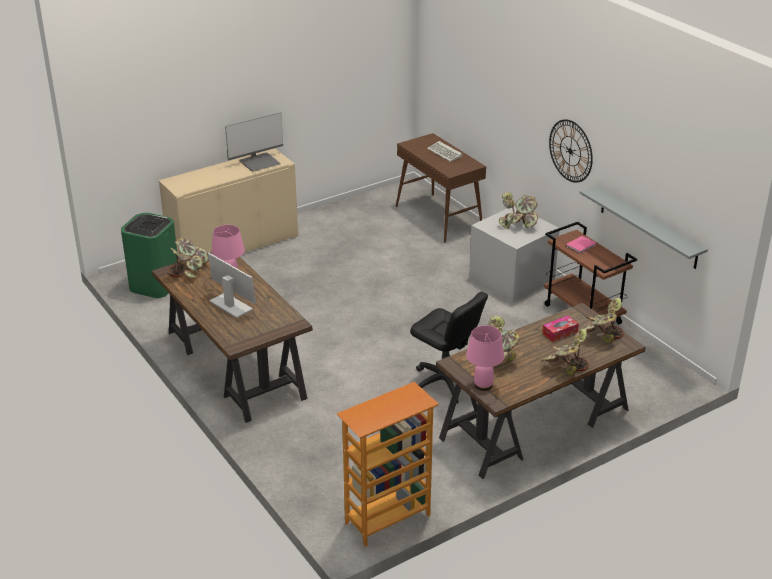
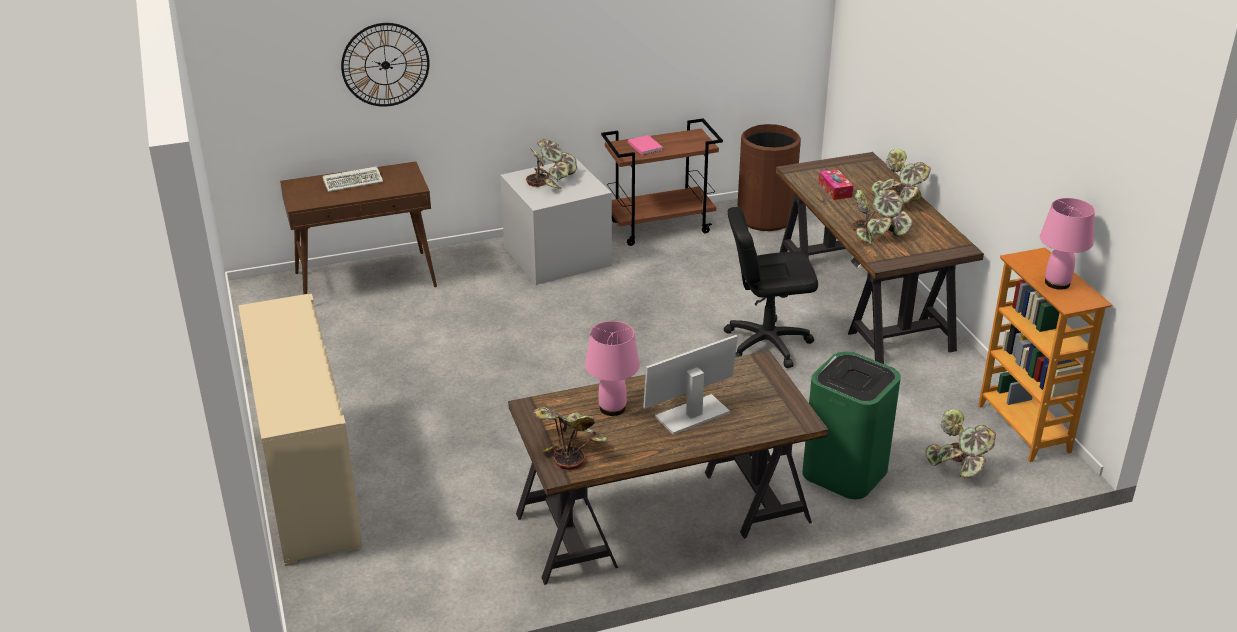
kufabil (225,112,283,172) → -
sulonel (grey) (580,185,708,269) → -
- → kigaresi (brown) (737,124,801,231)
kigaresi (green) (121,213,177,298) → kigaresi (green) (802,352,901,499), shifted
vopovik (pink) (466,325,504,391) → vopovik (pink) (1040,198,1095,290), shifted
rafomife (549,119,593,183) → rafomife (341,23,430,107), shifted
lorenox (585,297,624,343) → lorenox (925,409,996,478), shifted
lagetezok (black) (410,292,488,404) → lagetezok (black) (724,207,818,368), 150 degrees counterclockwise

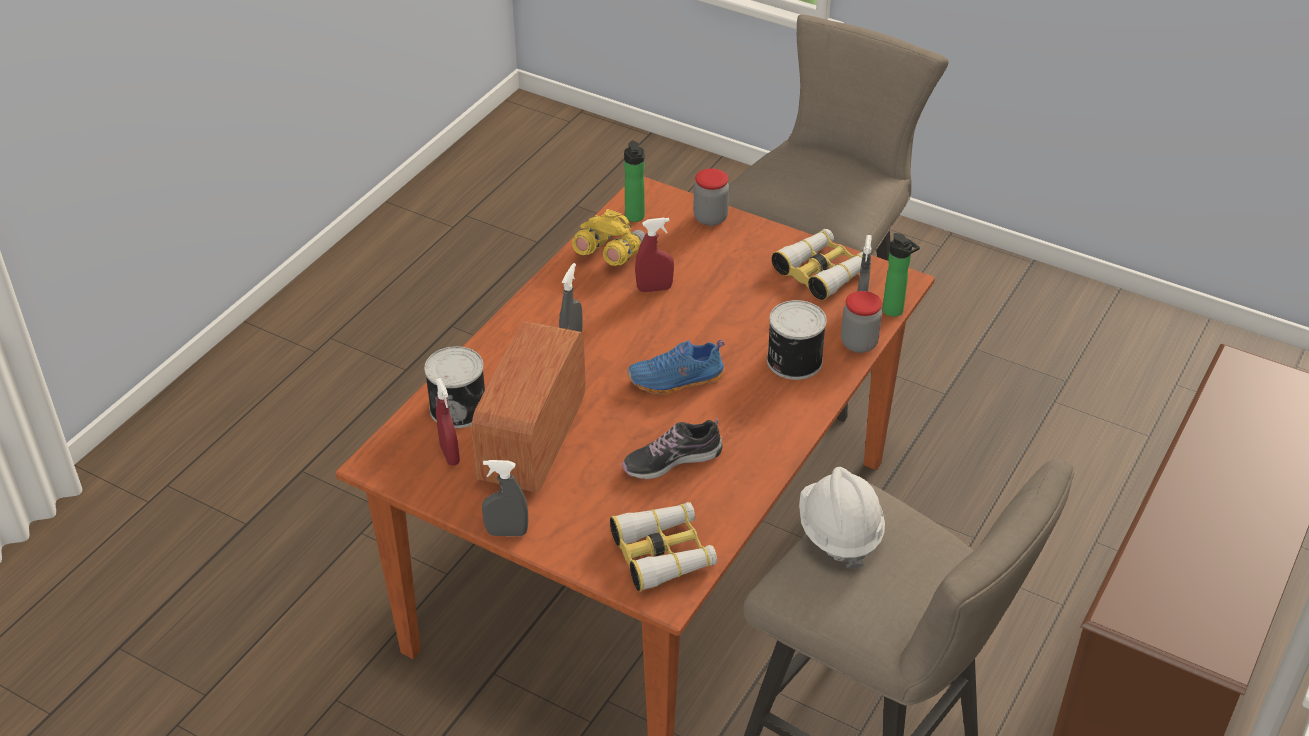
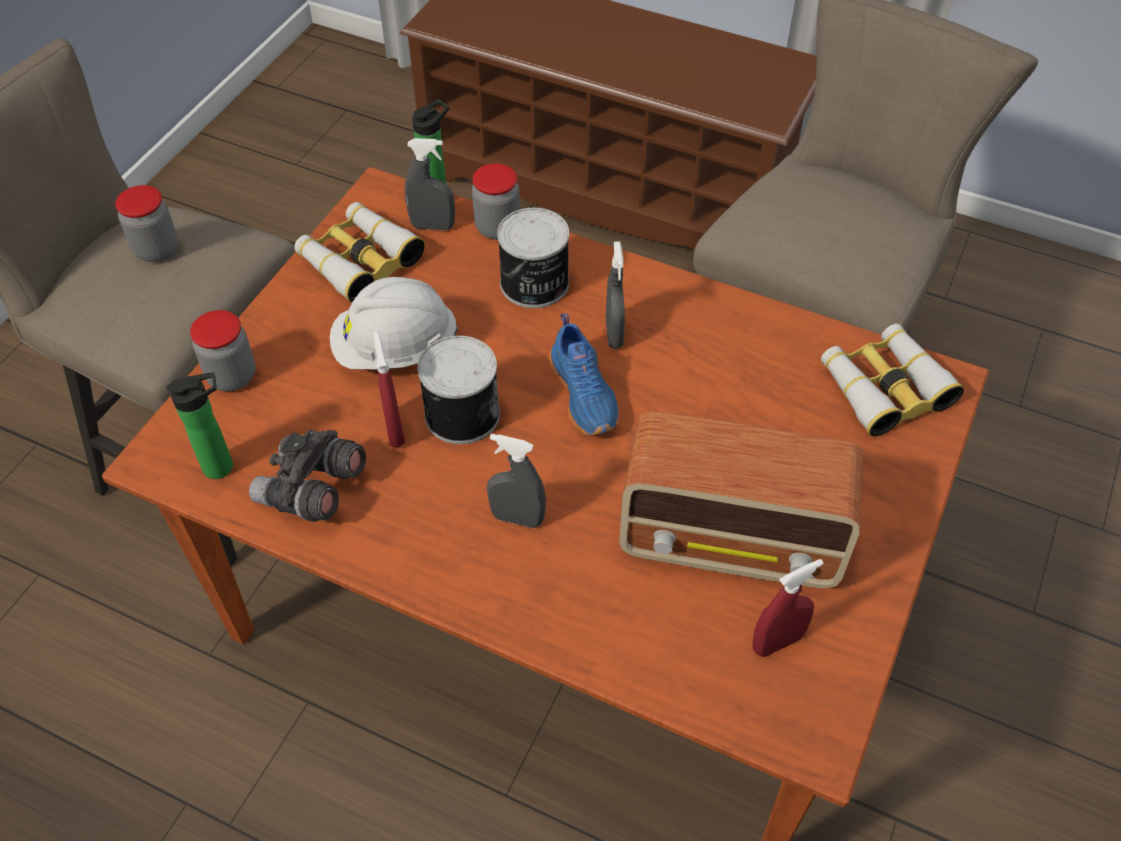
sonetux (622,418,723,479) → -
- → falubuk (115,185,178,262)
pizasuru (424,346,485,428) → pizasuru (417,336,500,444), shifted
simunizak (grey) (482,460,528,536) → simunizak (grey) (606,241,625,349), shifted
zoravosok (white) (799,467,885,569) → zoravosok (white) (330,277,458,370), shifted
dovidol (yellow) (572,209,645,266) → dovidol (grey) (249,429,366,522)

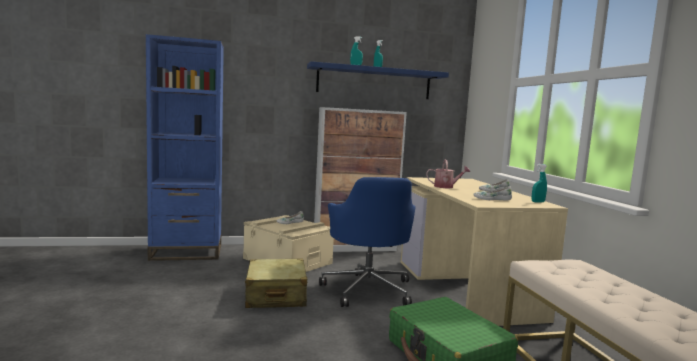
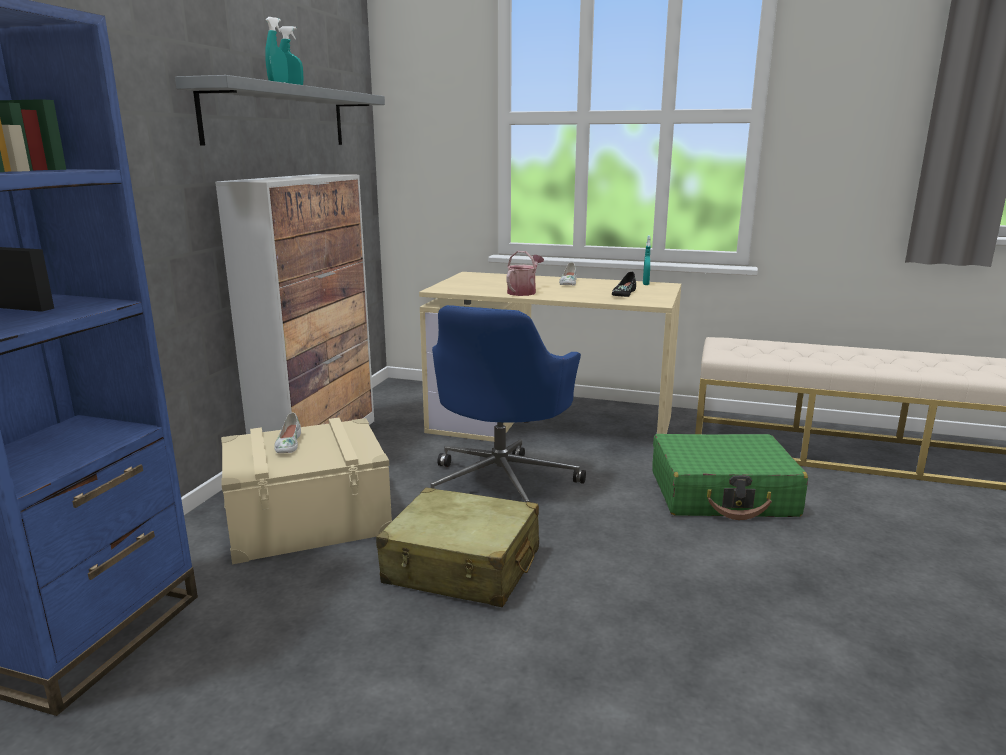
sulonel (blue) (307,61,449,99) → sulonel (grey) (175,75,385,145)
sonetux (white) (473,186,512,200) → sonetux (black) (612,272,636,297)
lagetezok (blue) (319,177,416,307) → lagetezok (blue) (431,305,586,502), 90 degrees clockwise

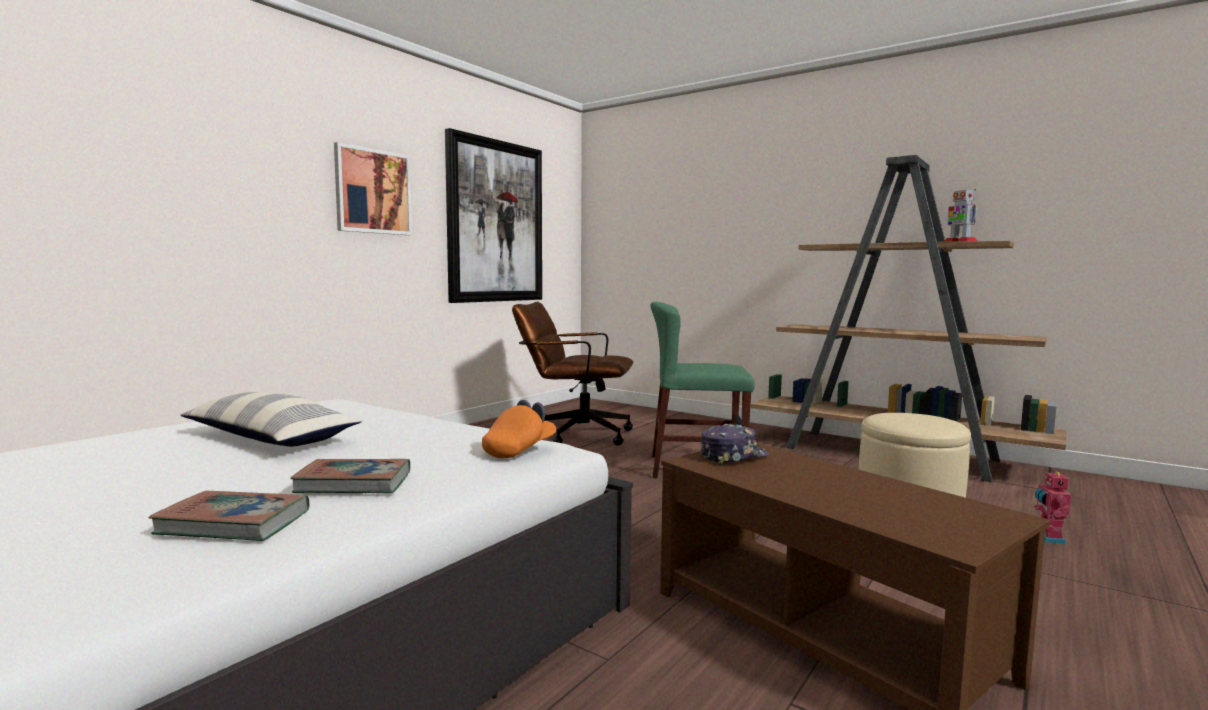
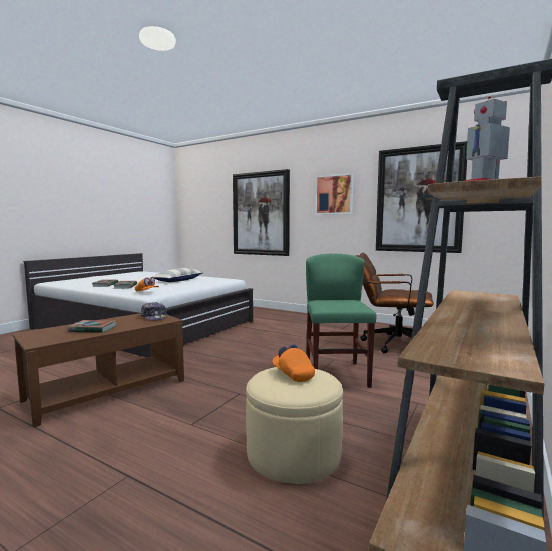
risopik (1034,470,1071,544) → -
- → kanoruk (67,320,117,333)
- → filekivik (233,169,290,256)
- → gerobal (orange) (273,344,315,382)
lagetezok (brown) (512,302,633,445) → lagetezok (brown) (356,253,434,353), 75 degrees counterclockwise

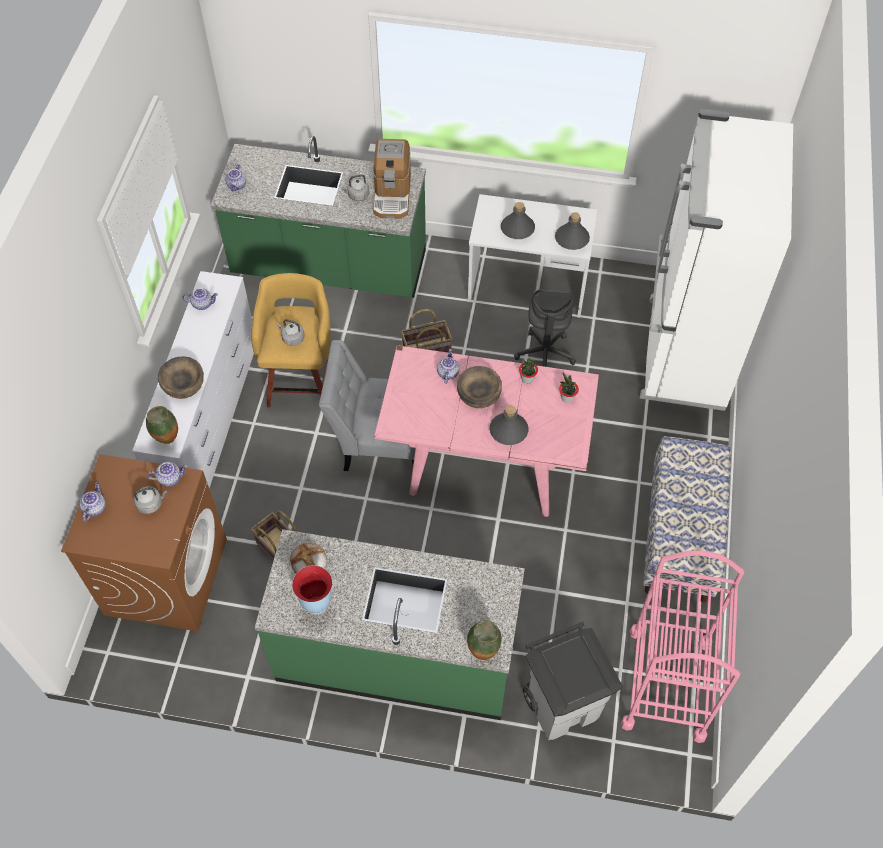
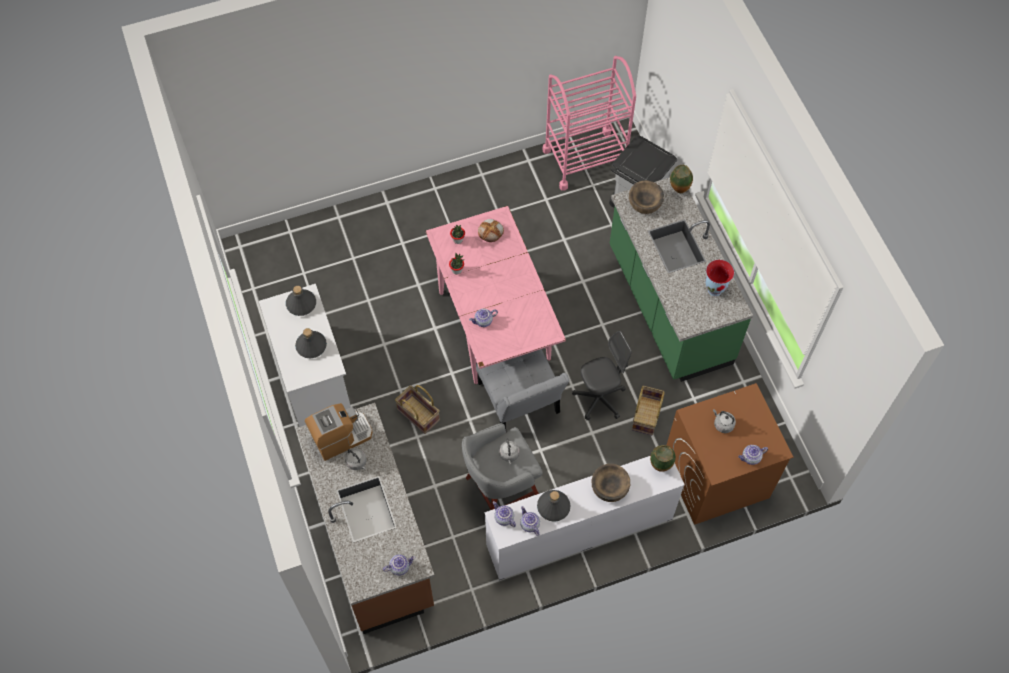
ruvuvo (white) (640,109,793,411) → -
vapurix (643,436,731,603) → -
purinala (147,462,187,487) → purinala (493,501,516,527), shifted
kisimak (290,543,327,573) → kisimak (478,219,504,242), shifted
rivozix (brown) (457,366,502,408) → rivozix (brown) (629,180,664,214), shifted
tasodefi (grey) (490,405,528,445) → tasodefi (grey) (537,490,571,522), shifted
lagetezok (grey) (514,290,576,367) → lagetezok (grey) (572,331,632,420), shifted
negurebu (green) (211,136,426,298) → negurebu (brown) (296,403,435,634)
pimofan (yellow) (251,273,331,407) → pimofan (grey) (462,423,542,510)

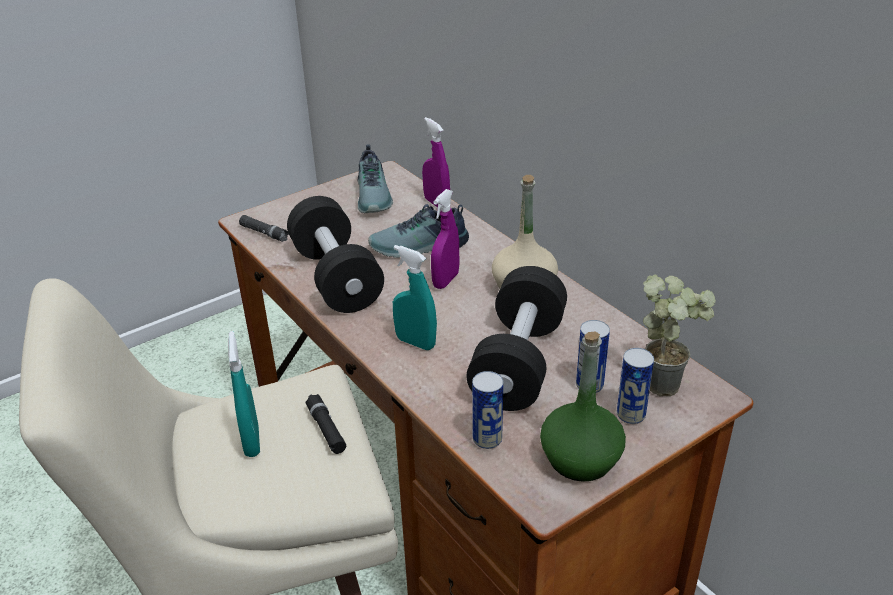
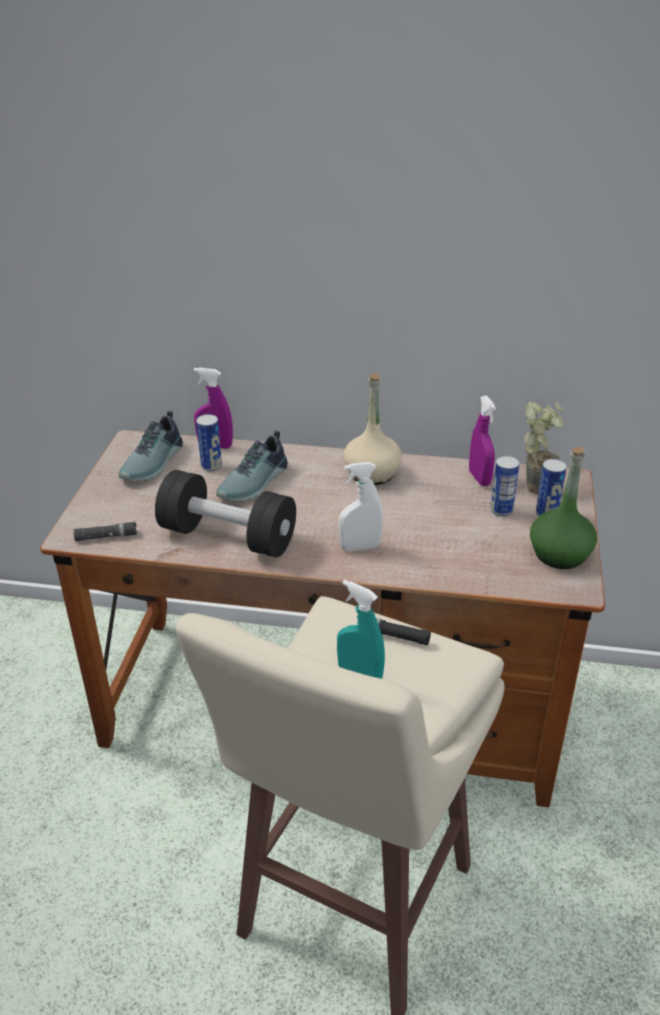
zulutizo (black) (467,266,567,411) → -
simunizak (purple) (431,189,459,289) → simunizak (purple) (469,395,496,486), shifted
pizasuru (472,371,503,449) → pizasuru (196,414,222,472), shifted
simunizak (turquoise) (393,245,437,350) → simunizak (white) (338,462,383,552)
sonetux (357,145,393,213) → sonetux (119,410,183,481), 75 degrees clockwise

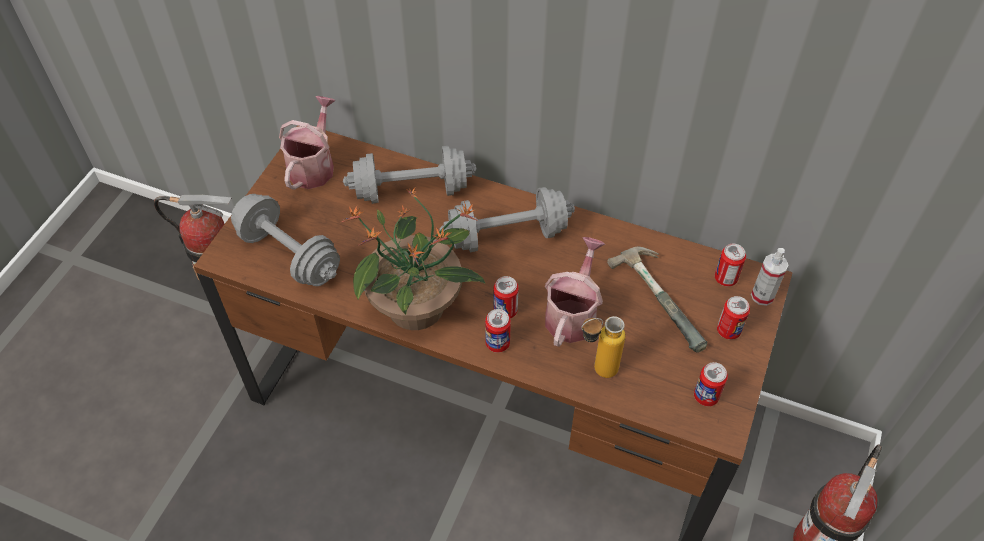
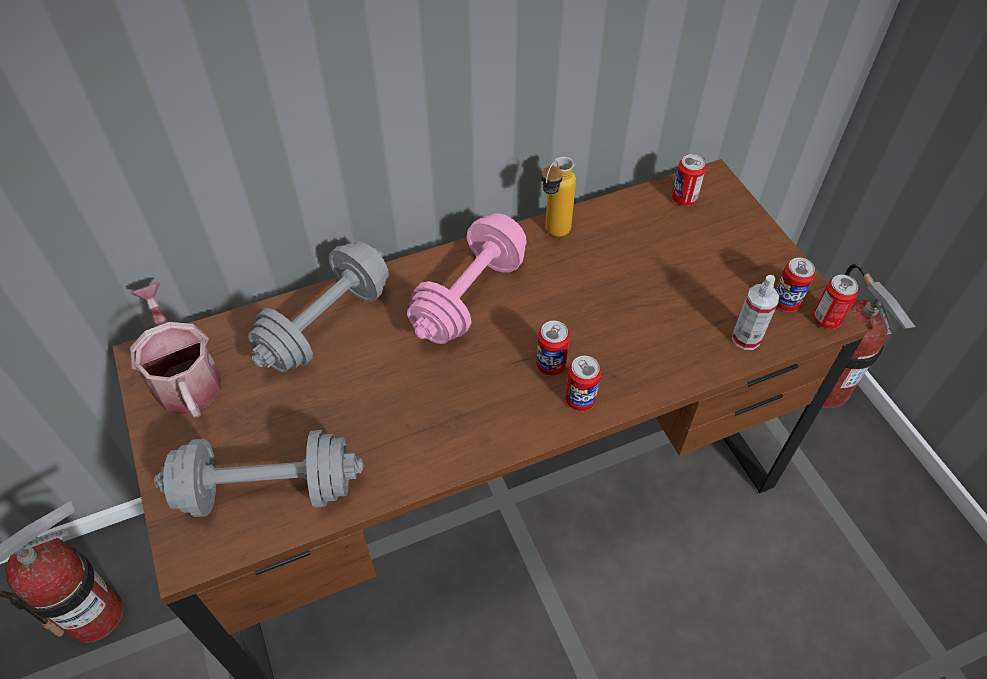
lorenox (340,188,486,330) → -
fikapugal (544,237,605,347) → -
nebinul (607,246,707,353) → -
tasodefi (581,316,625,378) → tasodefi (541,157,576,237), shifted
pizasuru (717,296,750,340) → pizasuru (813,275,859,329), shifted
simunizak (751,248,788,306) → simunizak (732,275,779,350), shifted
zulutizo (grey) (440,187,575,253) → zulutizo (pink) (407,213,527,344)

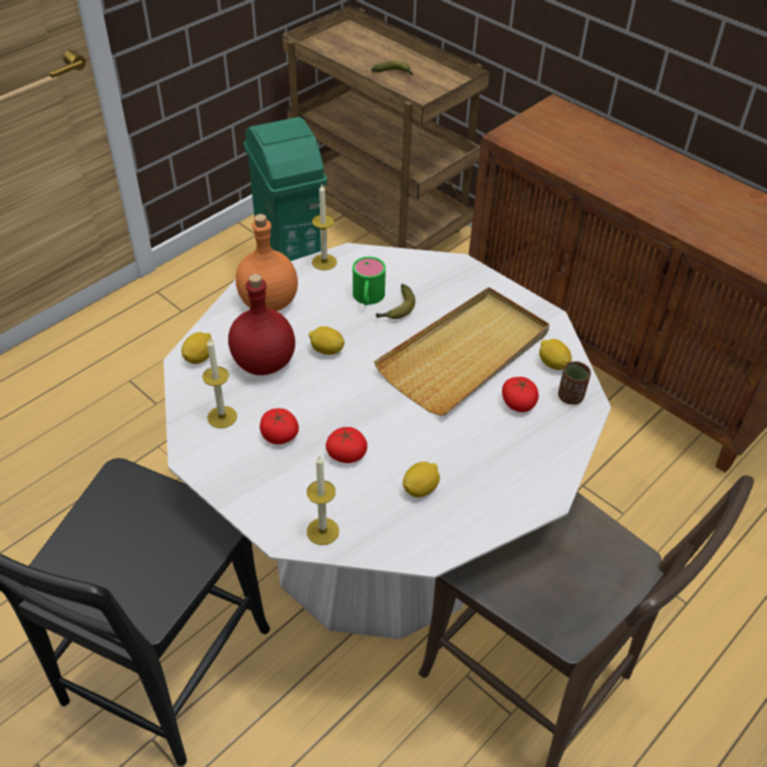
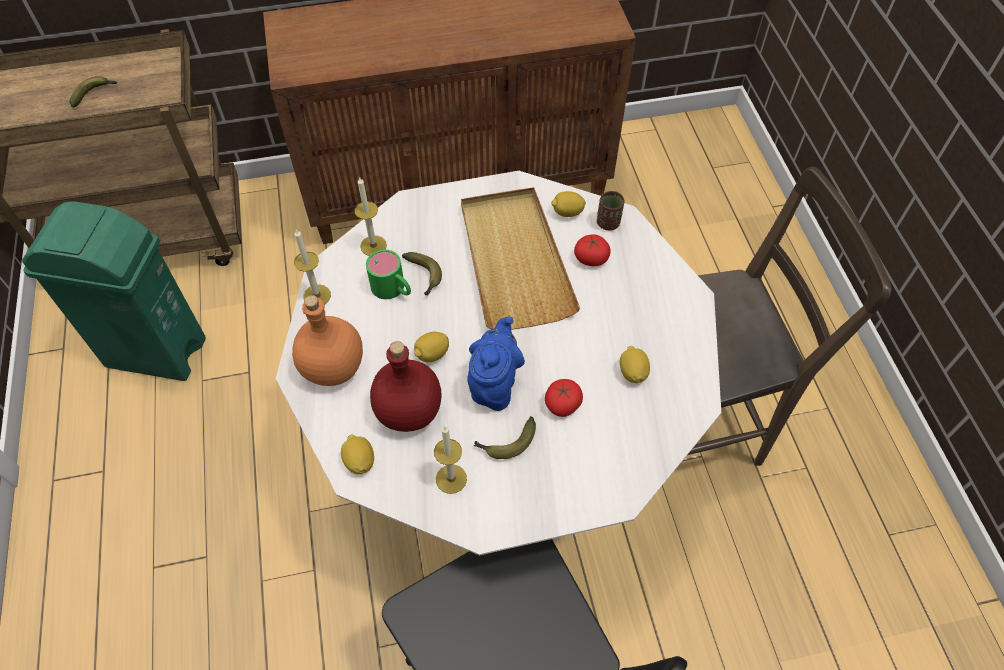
- → purinala (blue) (467,316,525,411)
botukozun (307,455,339,545) → botukozun (354,176,387,256), shifted
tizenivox (260,408,299,444) → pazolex (474,416,536,459)

